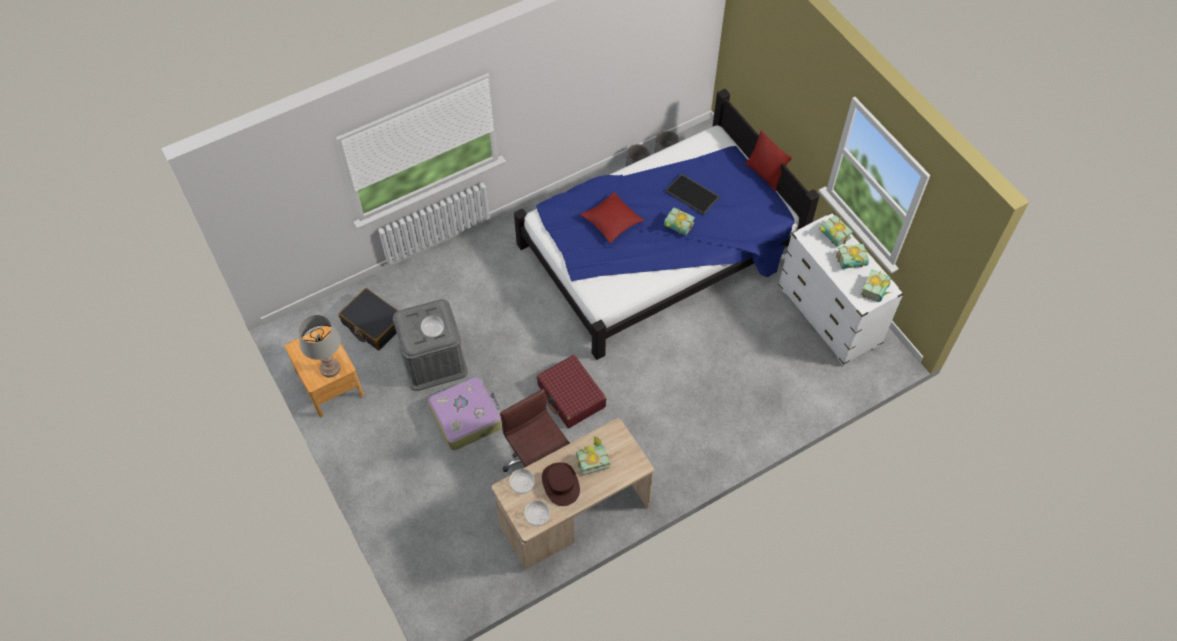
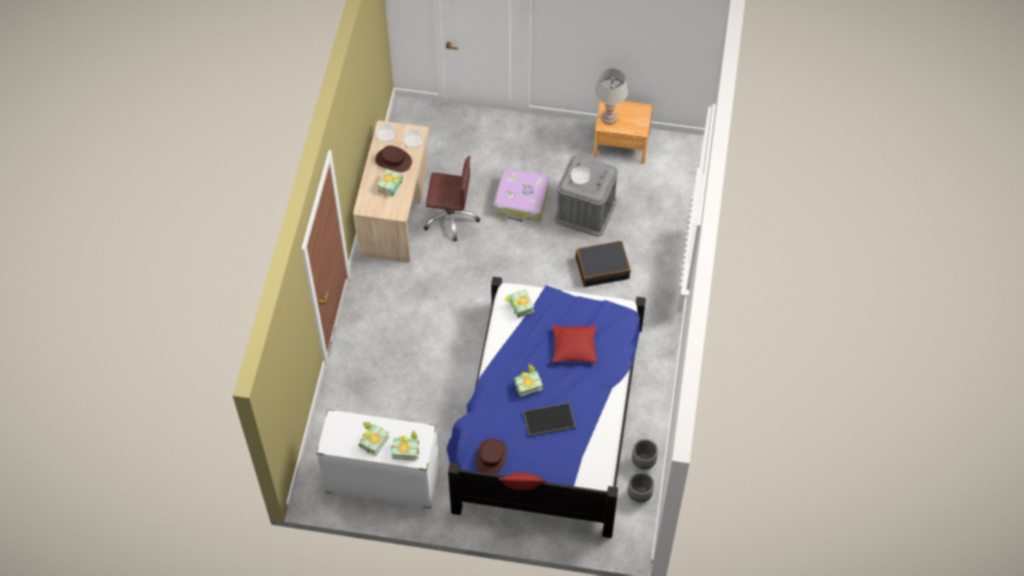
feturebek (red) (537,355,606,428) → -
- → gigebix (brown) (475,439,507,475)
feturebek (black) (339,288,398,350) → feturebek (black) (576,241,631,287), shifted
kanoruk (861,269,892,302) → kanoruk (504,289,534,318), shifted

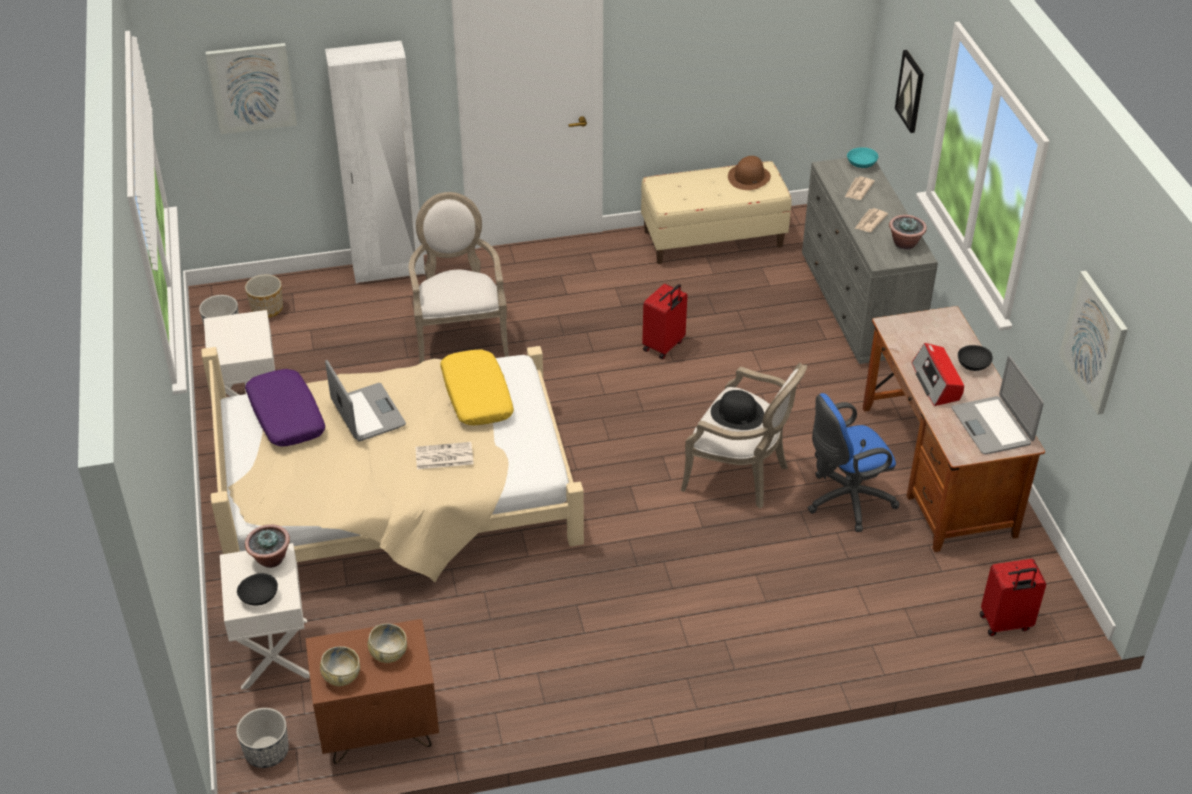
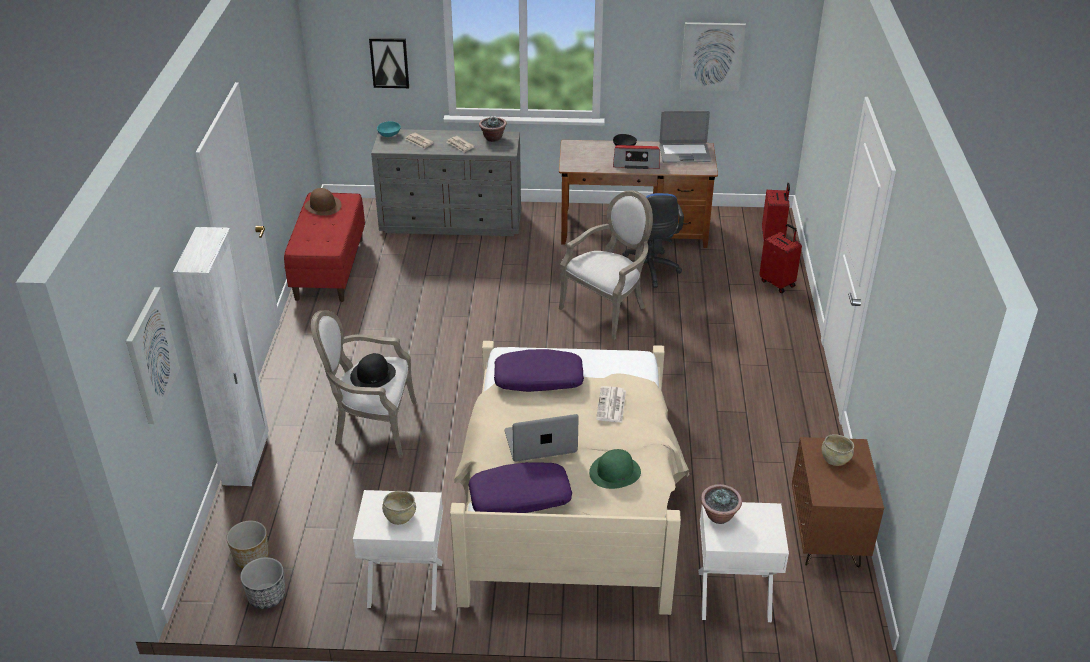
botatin (236,708,289,768) → -
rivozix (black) (237,573,278,605) → -
- → gigebix (green) (589,449,641,489)
rivozix (beige) (320,646,360,686) → rivozix (beige) (382,491,416,525), shifted
feturebek (red) (642,284,687,359) → feturebek (red) (759,224,802,293), shifted
gigebix (black) (711,390,764,430) → gigebix (black) (350,353,396,387), shifted
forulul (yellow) (440,350,514,425) → forulul (purple) (494,349,584,392)
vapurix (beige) (641,161,792,264) → vapurix (red) (284,193,365,302)

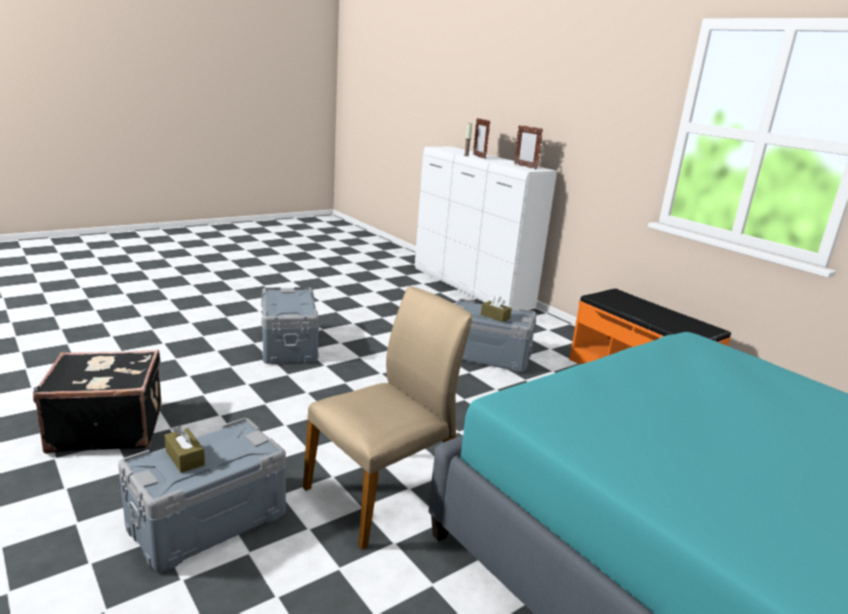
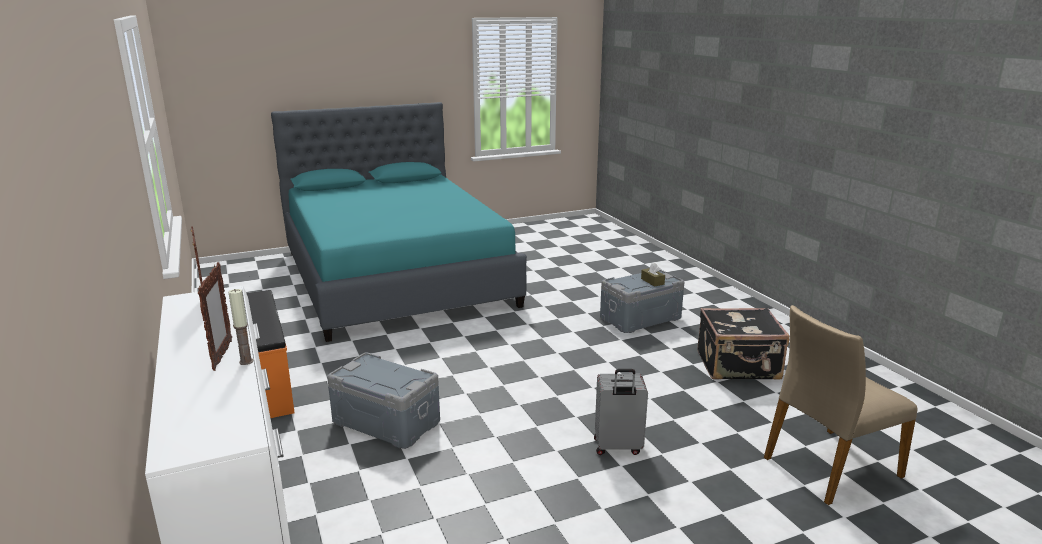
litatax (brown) (481,295,512,322) → -
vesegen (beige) (303,286,472,550) → vesegen (beige) (764,305,918,505), shifted
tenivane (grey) (261,287,319,364) → feturebek (grey) (594,369,648,455)

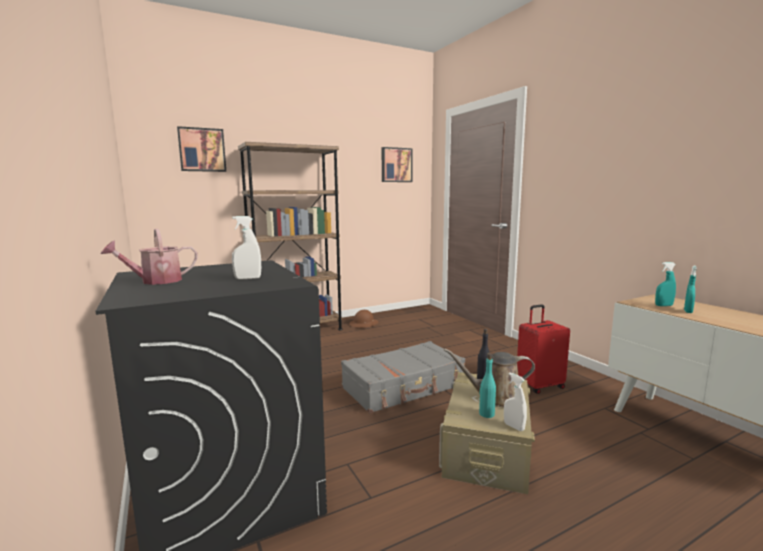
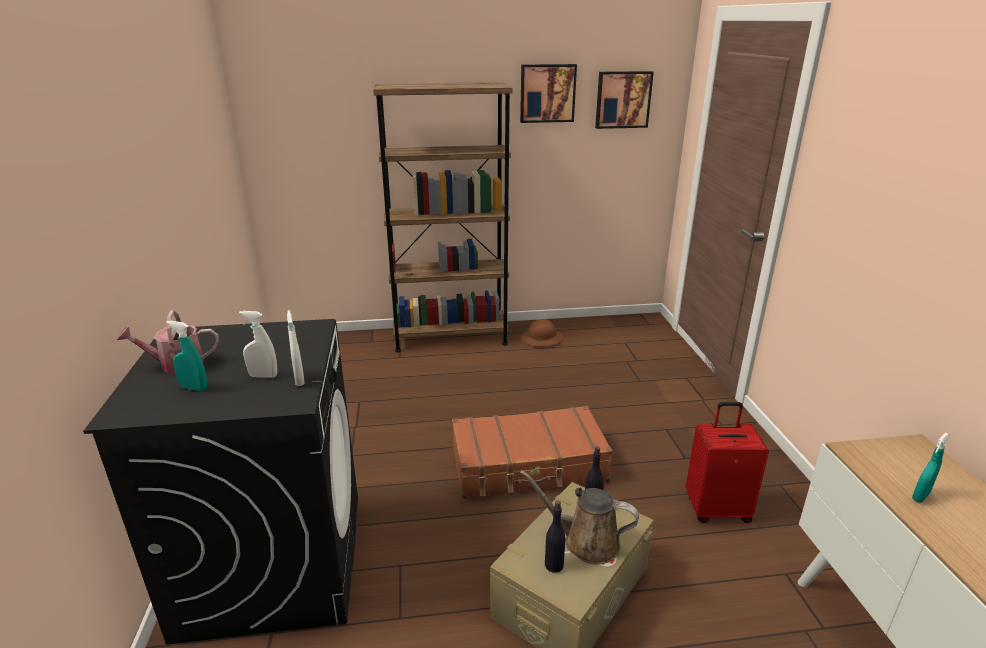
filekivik (177,126,226,172) → filekivik (520,64,577,123), shifted
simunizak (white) (504,372,527,431) → simunizak (white) (287,310,305,386), shifted
simunizak (turquoise) (655,262,676,306) → simunizak (turquoise) (166,321,207,391), shifted
feturebek (grey) (341,341,465,413) → feturebek (brown) (452,406,613,499)
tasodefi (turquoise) (479,353,496,418) → tasodefi (black) (545,501,565,573)

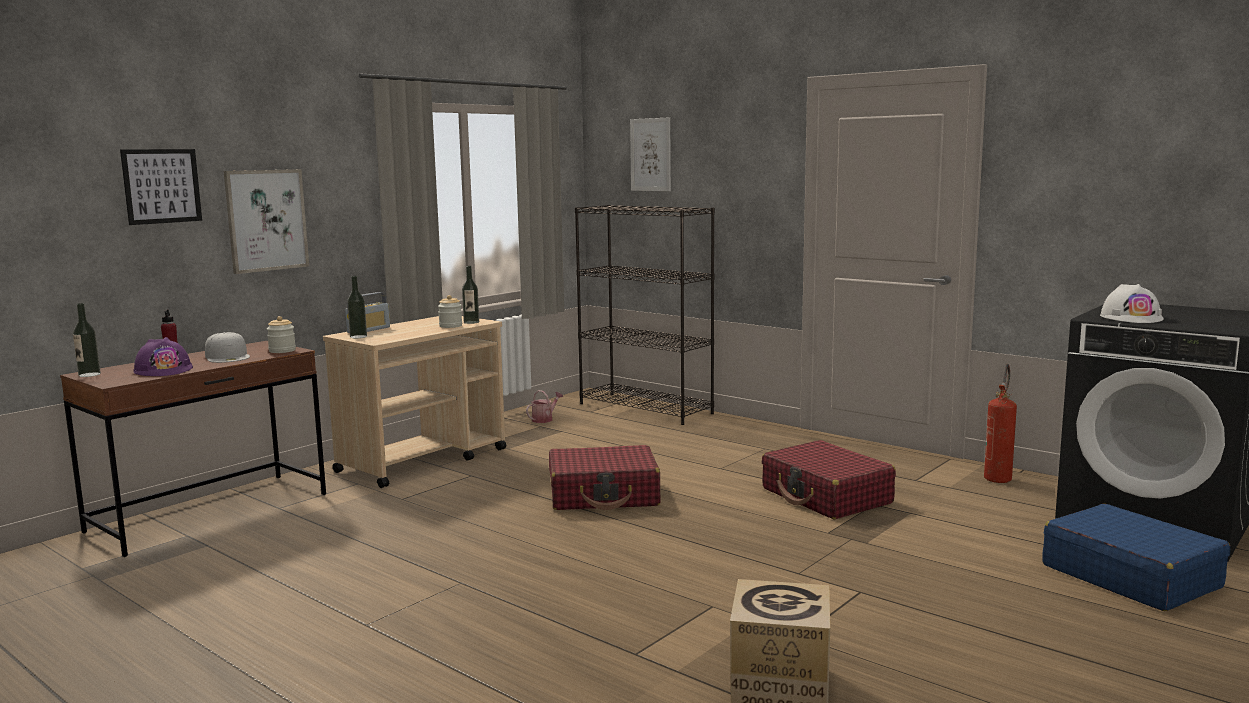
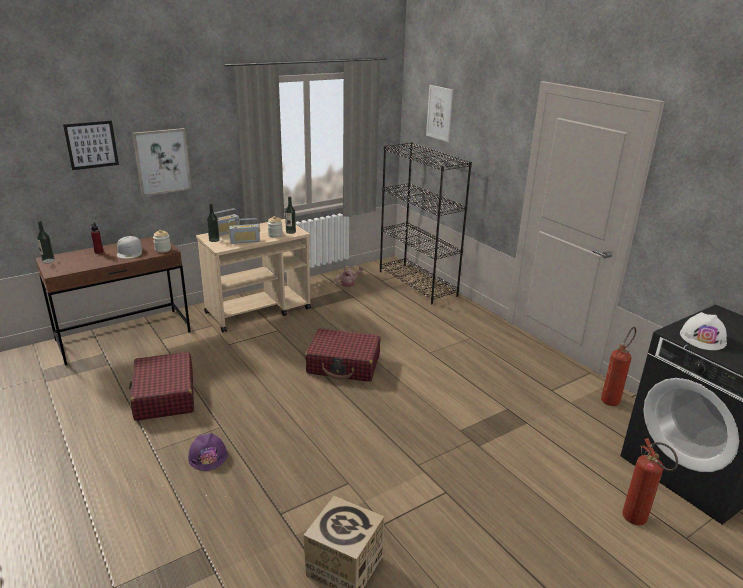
- → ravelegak (228,218,260,244)
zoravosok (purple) (133,337,193,376) → zoravosok (purple) (188,433,228,471), shifted
feturebek (red) (762,440,896,519) → feturebek (red) (129,352,194,421), shifted
feturebek (blue) (1042,504,1230,611) → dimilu (623,438,678,525)

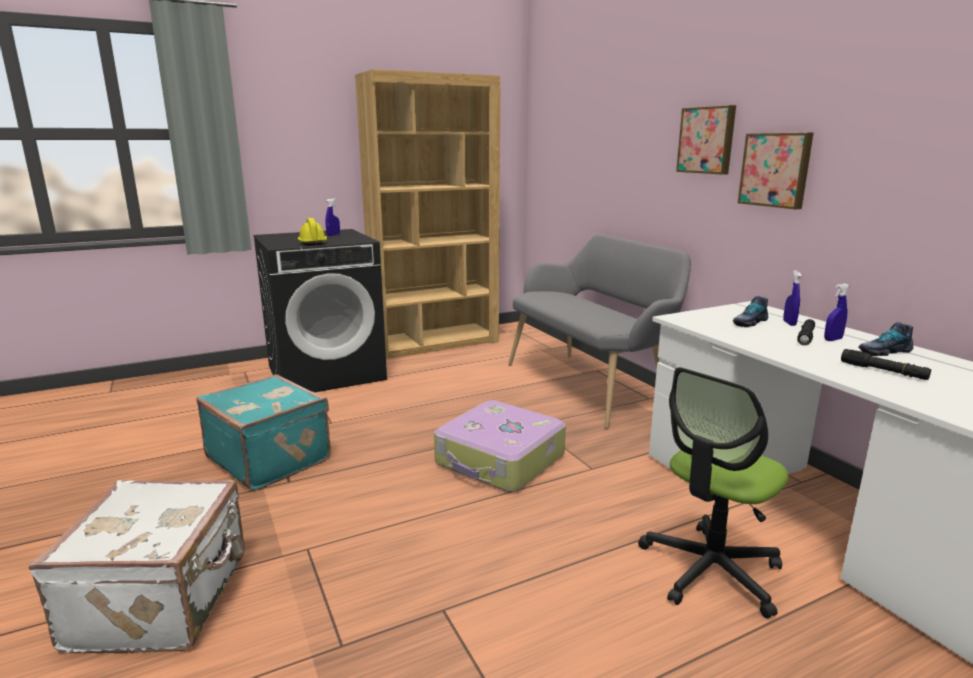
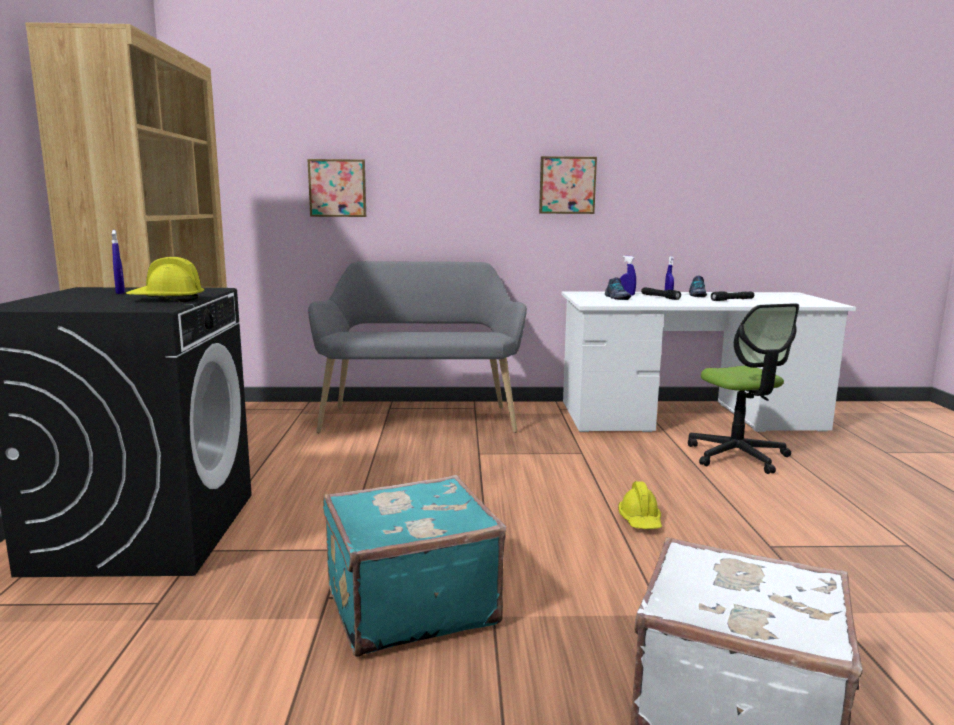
feturebek (434,400,566,492) → -
- → zoravosok (yellow) (618,481,662,529)
filekivik (676,105,736,175) → filekivik (308,159,366,217), shifted

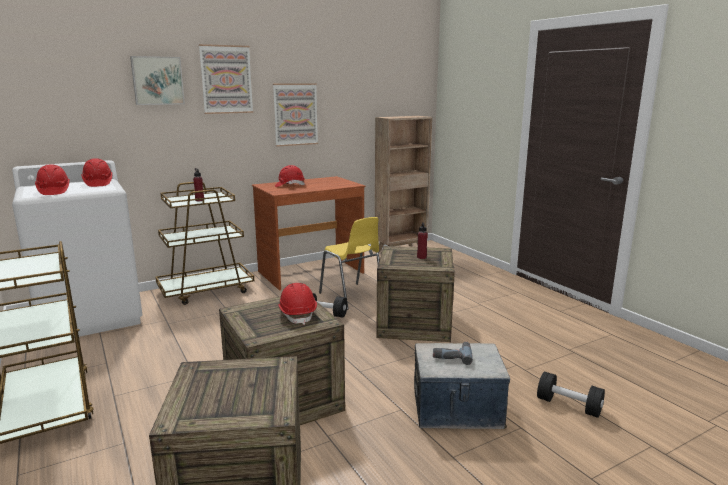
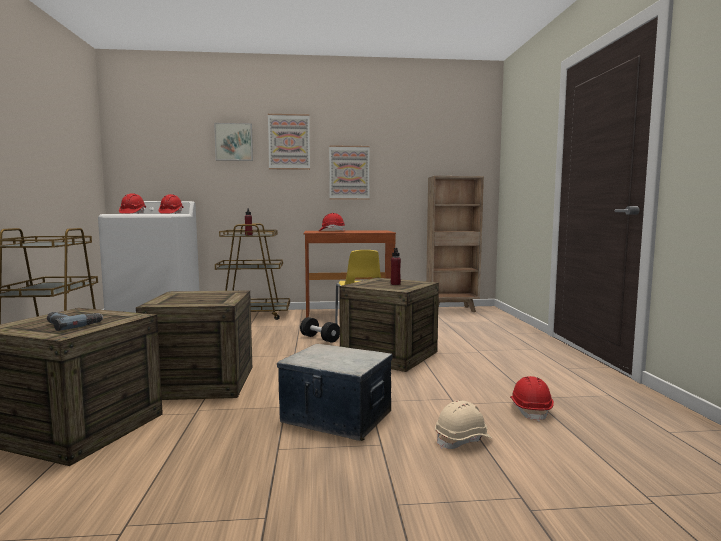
zoravosok (red) (278,283,317,325) → zoravosok (red) (510,376,554,422), shifted
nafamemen (433,342,473,365) → nafamemen (47,312,103,331), shifted
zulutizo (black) (537,371,605,418) → zoravosok (beige) (435,400,492,449)

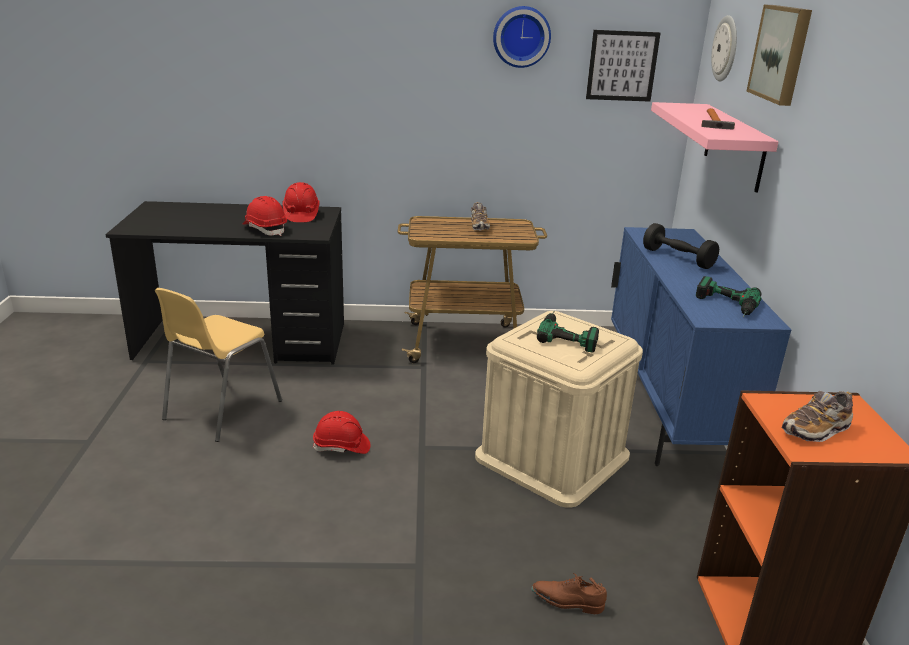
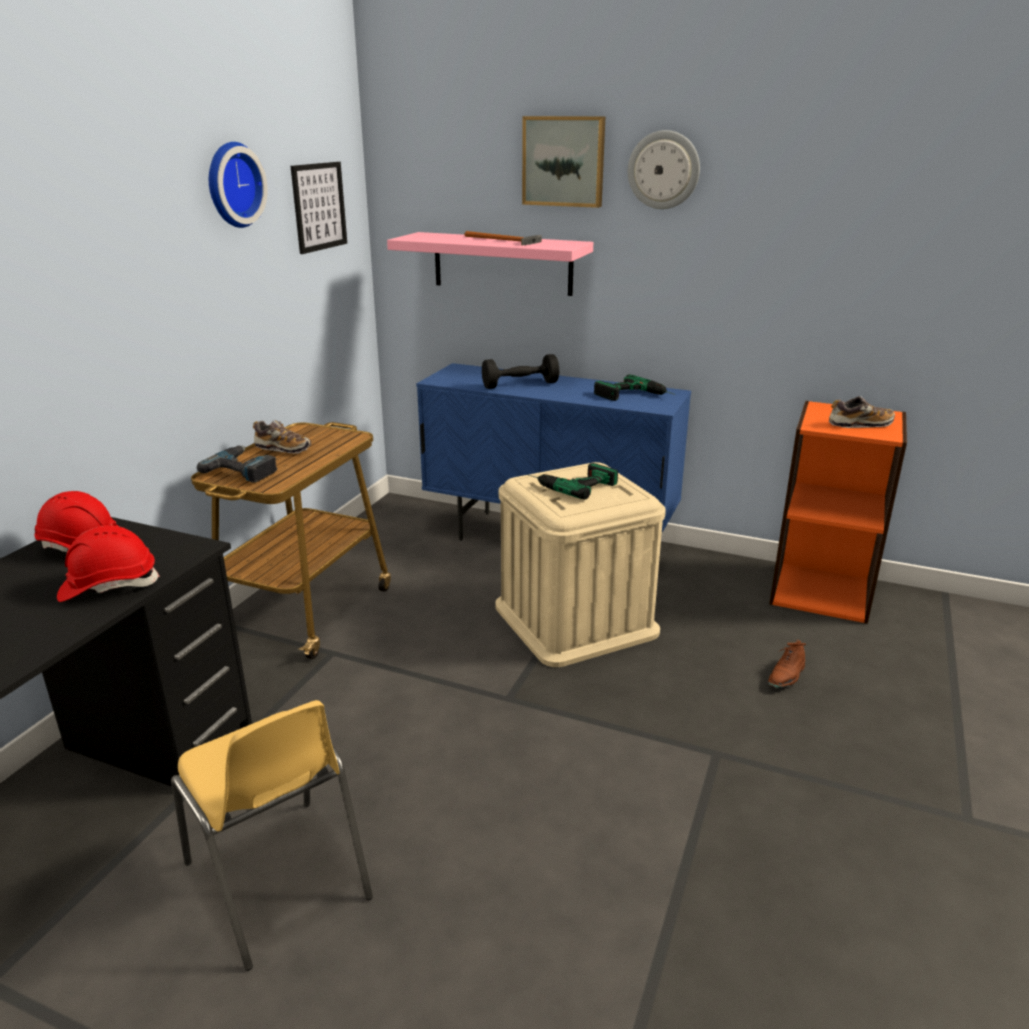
zoravosok (red) (313,411,370,454) → -
- → nafamemen (197,445,277,483)
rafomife (711,15,737,82) → rafomife (628,130,700,209), shifted
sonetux (782,391,853,442) → sonetux (828,396,895,428), 90 degrees counterclockwise

